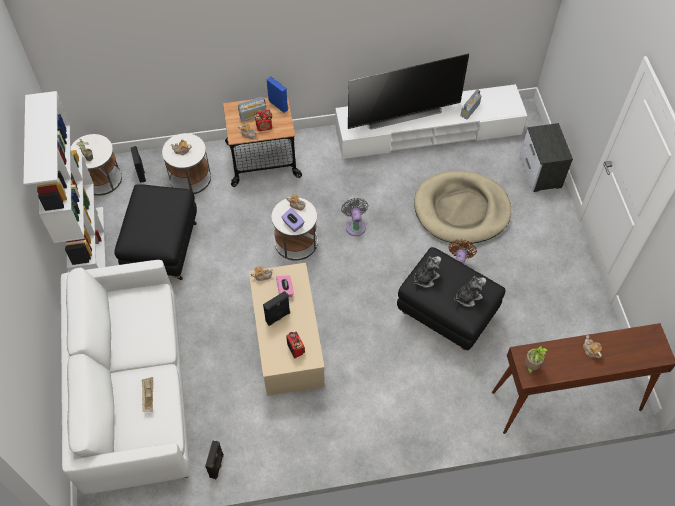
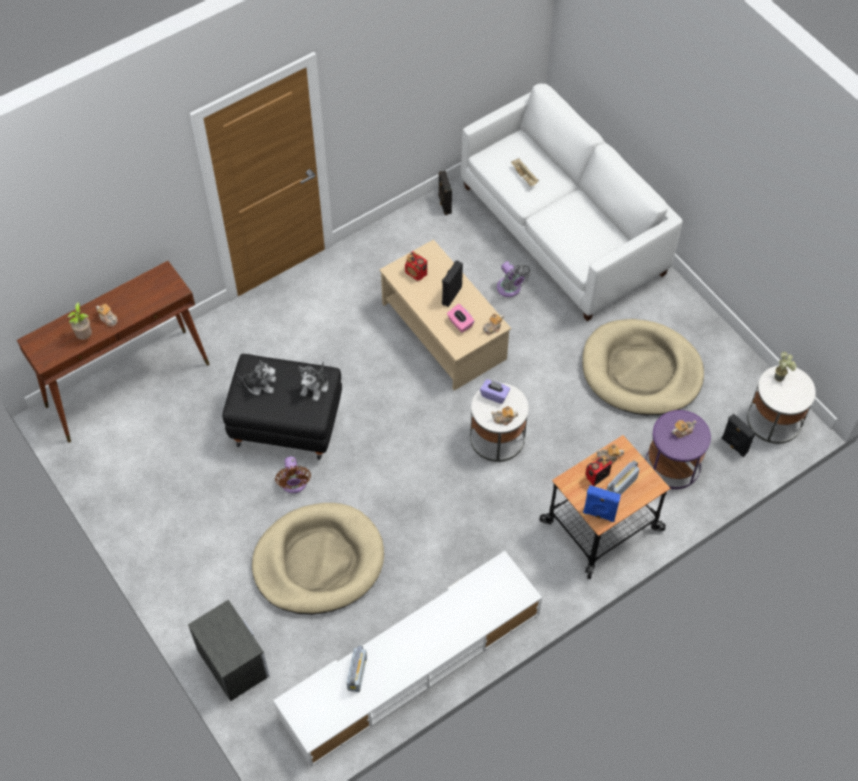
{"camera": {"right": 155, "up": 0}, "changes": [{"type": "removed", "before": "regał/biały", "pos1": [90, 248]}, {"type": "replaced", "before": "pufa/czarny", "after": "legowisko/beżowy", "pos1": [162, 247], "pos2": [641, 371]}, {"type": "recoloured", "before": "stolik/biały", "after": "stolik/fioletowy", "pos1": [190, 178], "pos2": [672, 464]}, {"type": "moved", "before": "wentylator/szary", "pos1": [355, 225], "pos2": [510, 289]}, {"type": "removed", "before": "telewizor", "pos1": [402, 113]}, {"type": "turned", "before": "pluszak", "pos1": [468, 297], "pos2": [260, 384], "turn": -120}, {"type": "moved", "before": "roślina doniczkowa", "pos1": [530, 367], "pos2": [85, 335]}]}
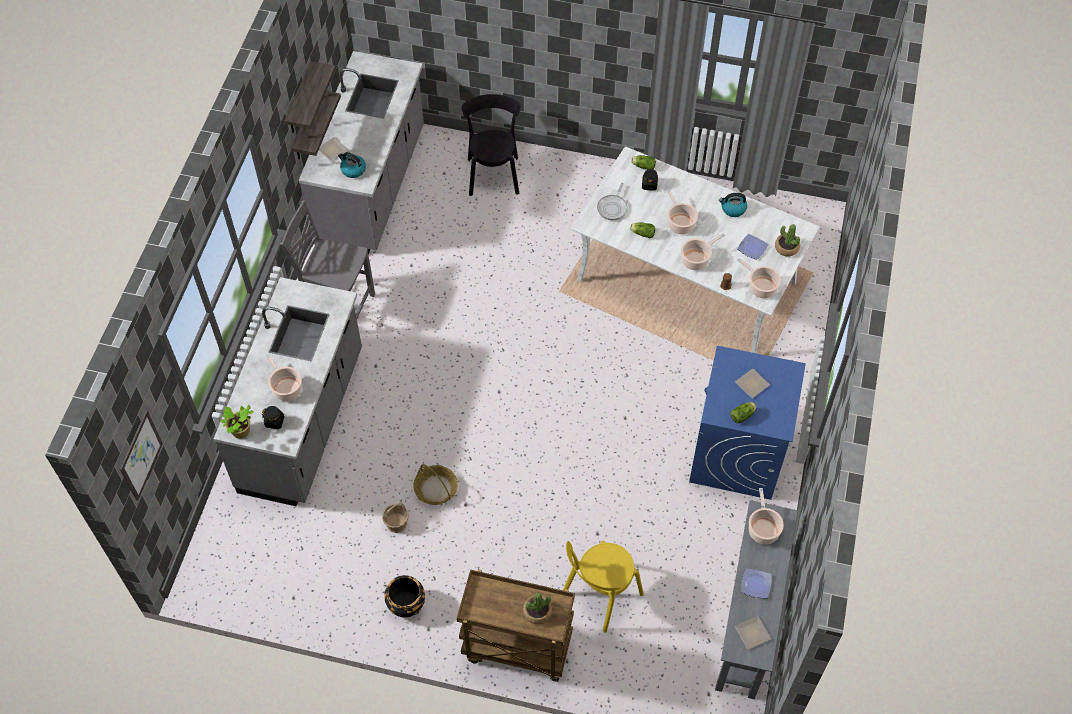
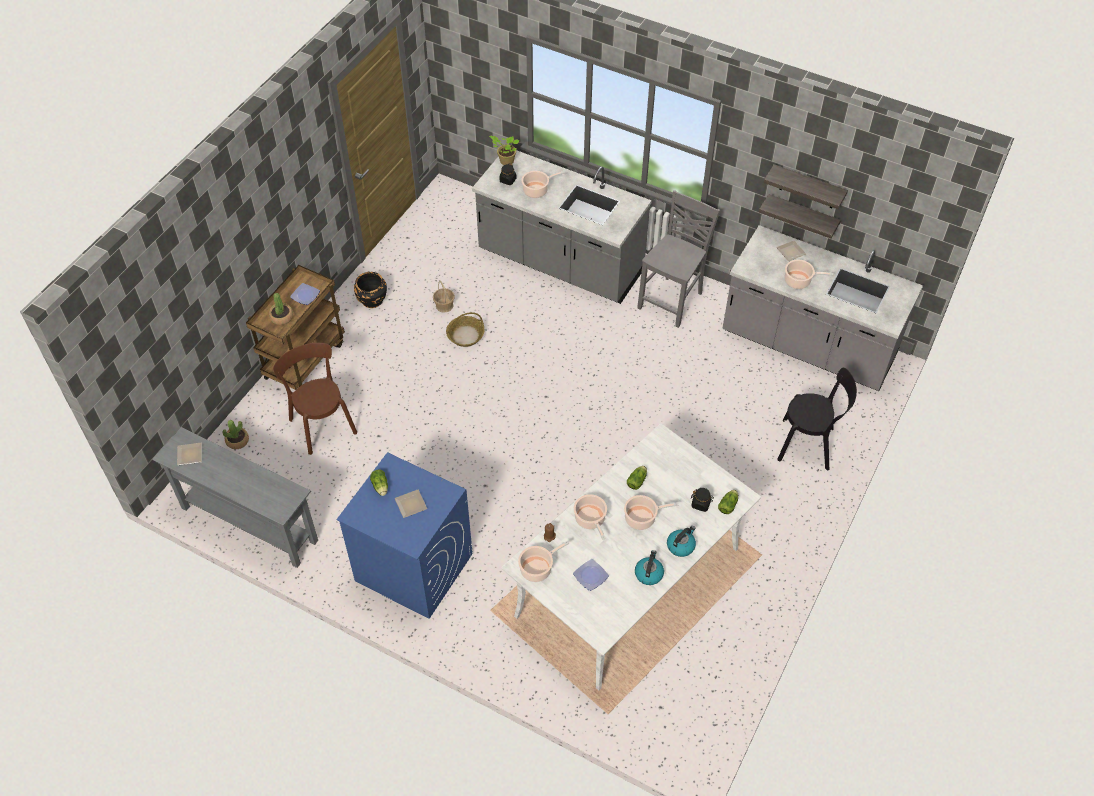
{"camera": {"right": 105, "up": -5}, "changes": [{"type": "removed", "before": "obraz", "pos1": [141, 455]}, {"type": "moved", "before": "czajnik", "pos1": [353, 170], "pos2": [681, 545]}, {"type": "recoloured", "before": "krzesło/żółty", "after": "krzesło/brązowy", "pos1": [599, 596], "pos2": [322, 423]}, {"type": "removed", "before": "patelnia", "pos1": [613, 207]}, {"type": "moved", "before": "talerz", "pos1": [755, 584], "pos2": [306, 295]}, {"type": "moved", "before": "garnek", "pos1": [763, 529], "pos2": [799, 281]}, {"type": "moved", "before": "roślina doniczkowa", "pos1": [786, 248], "pos2": [237, 441]}]}
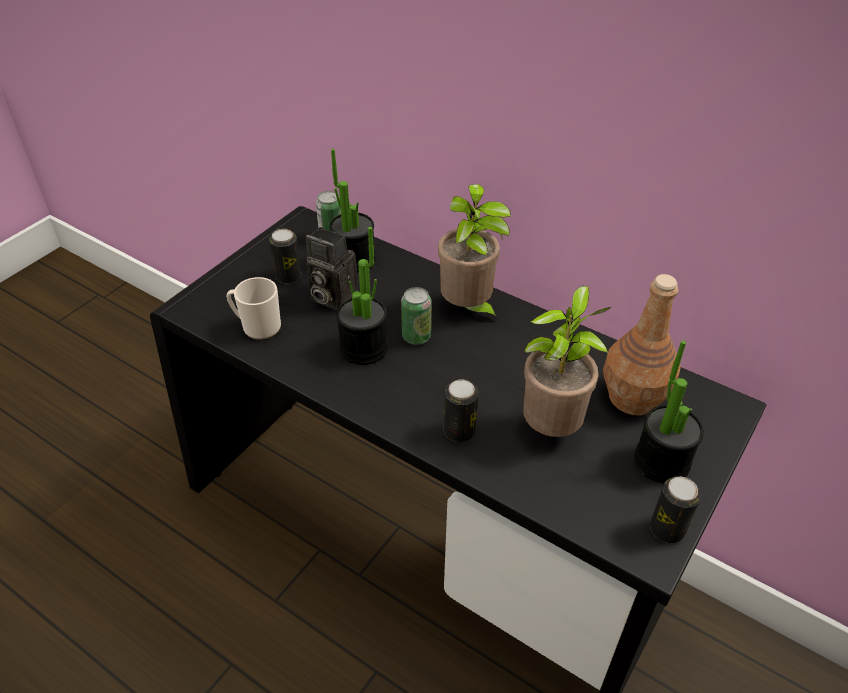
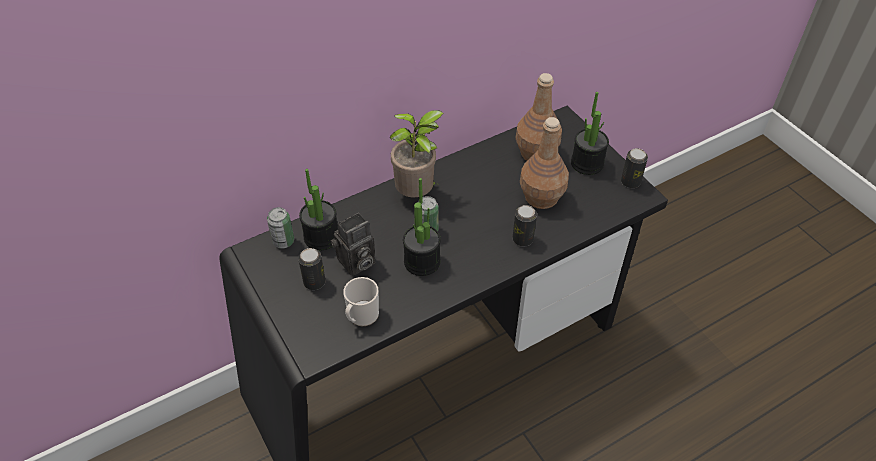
{"camera": {"right": -65, "up": 5}, "changes": [{"type": "replaced", "before": "roślina doniczkowa", "after": "butelka/brązowy", "pos1": [552, 427], "pos2": [541, 196]}]}
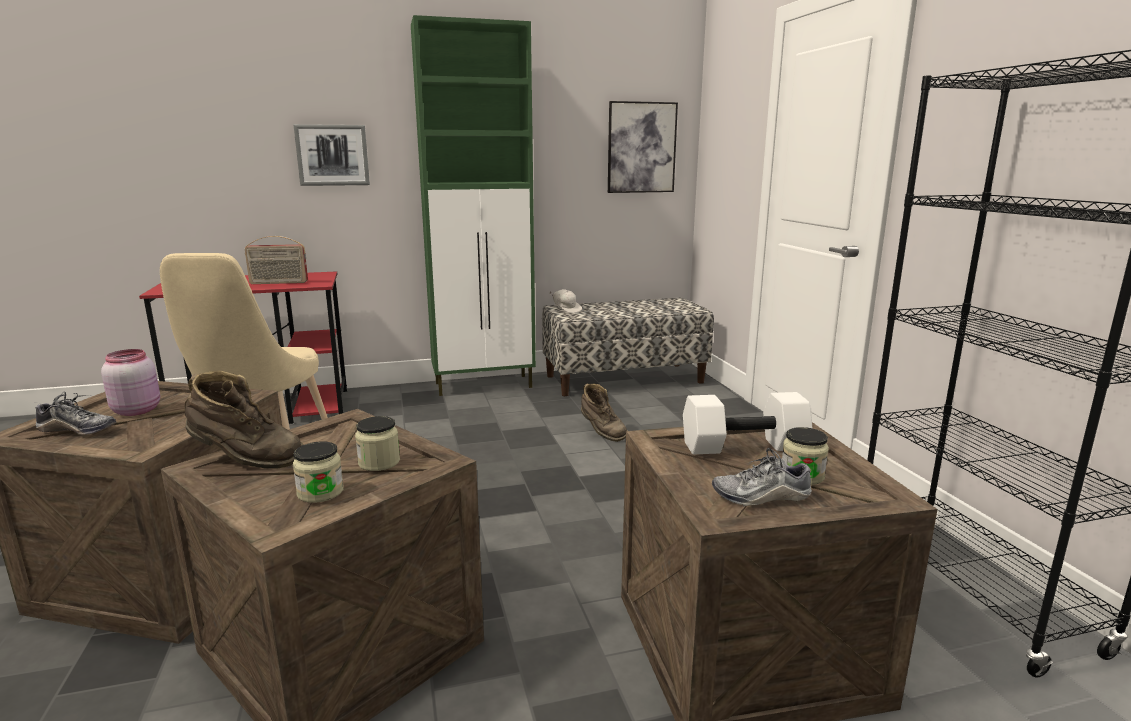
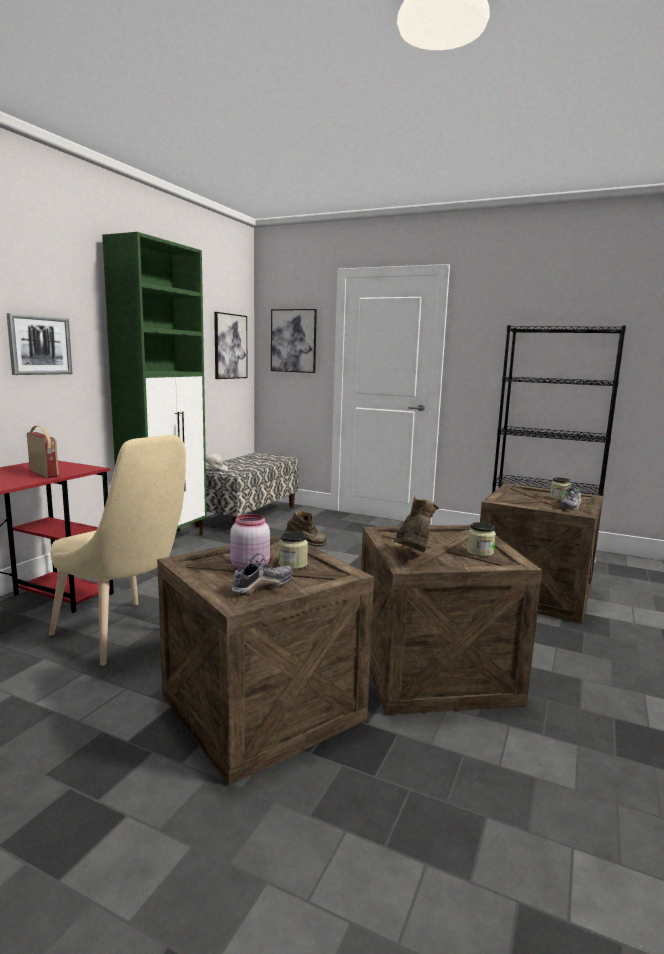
{"camera": {"right": -50, "up": -5}, "changes": [{"type": "turned", "before": "but z cholewką/brązowy", "pos1": [246, 461], "pos2": [412, 557], "turn": -45}, {"type": "turned", "before": "radio", "pos1": [278, 283], "pos2": [44, 473], "turn": -75}, {"type": "moved", "before": "słoik", "pos1": [379, 462], "pos2": [293, 564]}, {"type": "removed", "before": "hantel/biały", "pos1": [744, 445]}, {"type": "added", "after": "obraz", "pos2": [293, 341]}]}
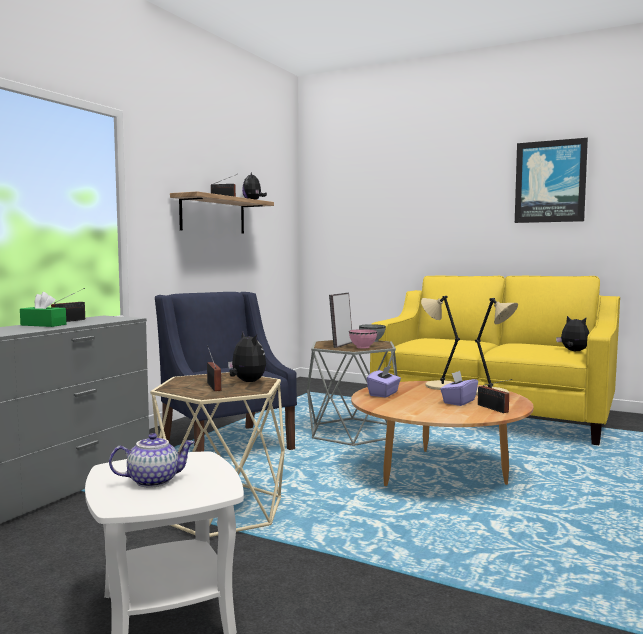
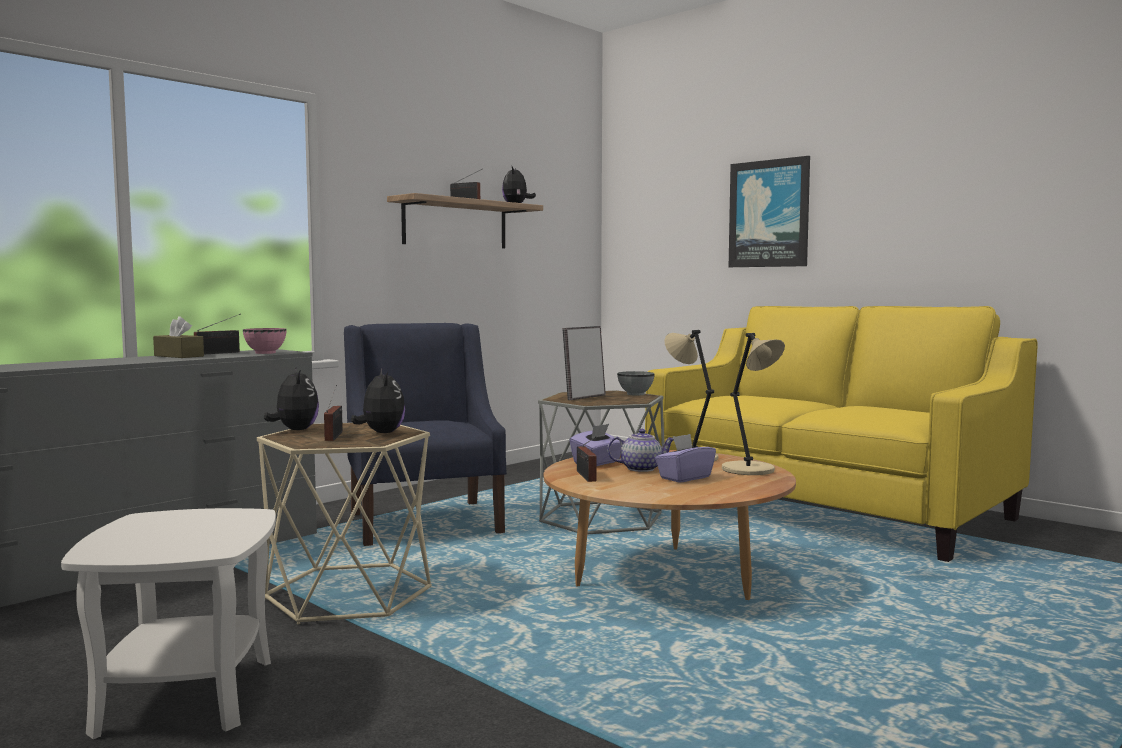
{"camera": {"right": 15, "up": 0}, "changes": [{"type": "recoloured", "before": "pudełko chusteczek/zielony", "after": "pudełko chusteczek/brązowy", "pos1": [43, 325], "pos2": [179, 356]}, {"type": "moved", "before": "imbryk", "pos1": [154, 481], "pos2": [641, 468]}, {"type": "moved", "before": "miska/różowy", "pos1": [363, 347], "pos2": [265, 353]}, {"type": "moved", "before": "radio", "pos1": [494, 409], "pos2": [586, 477]}, {"type": "moved", "before": "obraz", "pos1": [550, 181], "pos2": [769, 214]}, {"type": "moved", "before": "pluszak", "pos1": [573, 351], "pos2": [295, 430]}]}
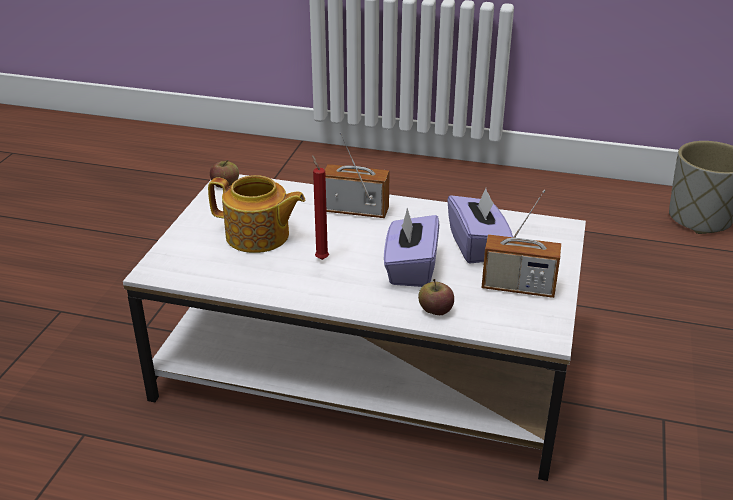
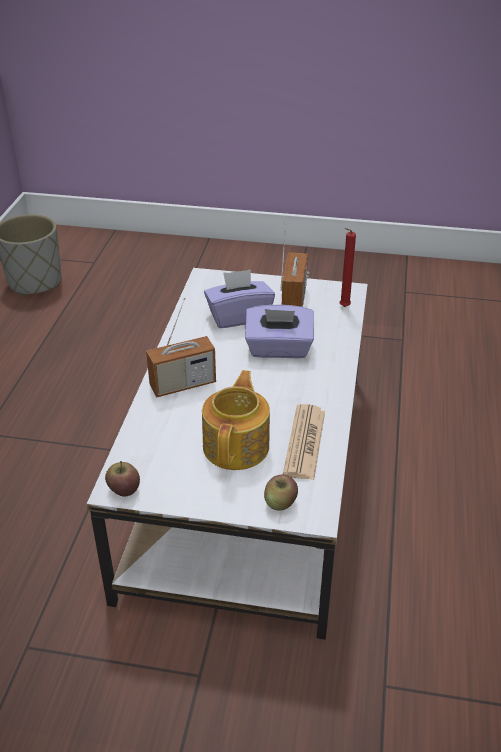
{"camera": {"right": -95, "up": 5}, "changes": [{"type": "moved", "before": "świeca/czerwony", "pos1": [321, 258], "pos2": [343, 307]}, {"type": "turned", "before": "radio", "pos1": [356, 211], "pos2": [183, 384], "turn": -120}, {"type": "moved", "before": "jabłko", "pos1": [435, 310], "pos2": [280, 503]}, {"type": "added", "after": "gazeta", "pos2": [304, 442]}]}
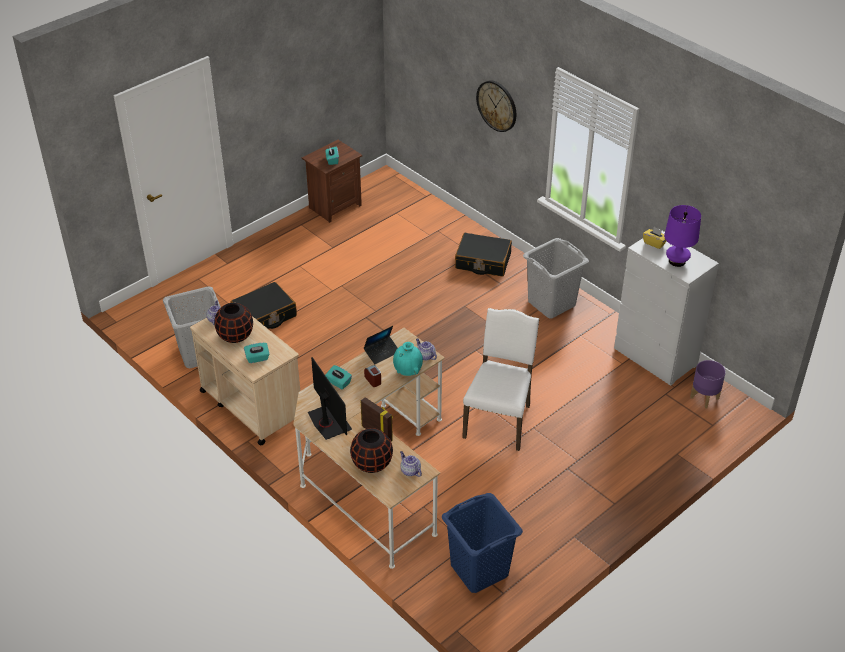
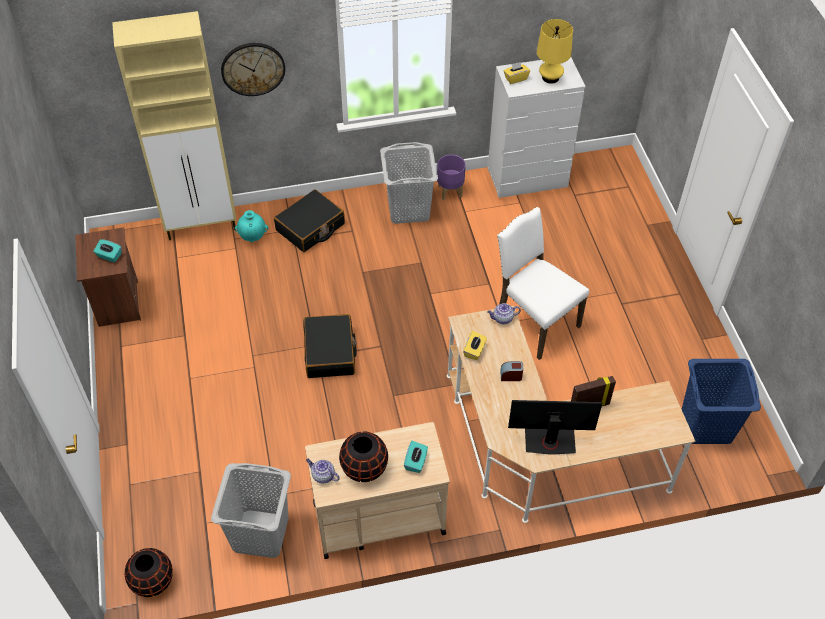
{"camera": {"right": -60, "up": 10}, "changes": [{"type": "moved", "before": "walizka/czarny", "pos1": [264, 316], "pos2": [330, 352]}, {"type": "removed", "before": "pudełko chusteczek/turkusowy", "pos1": [338, 383]}, {"type": "moved", "before": "wazon/czarny", "pos1": [372, 464], "pos2": [152, 581]}, {"type": "replaced", "before": "laptop", "after": "pudełko chusteczek/żółty", "pos1": [382, 352], "pos2": [474, 351]}, {"type": "moved", "before": "wazon/turkusowy", "pos1": [408, 372], "pos2": [253, 237]}, {"type": "removed", "before": "imbryk", "pos1": [410, 471]}, {"type": "recoloured", "before": "lampa stołowa/fioletowy", "after": "lampa stołowa/żółty", "pos1": [677, 261], "pos2": [550, 77]}, {"type": "moved", "before": "donica/fioletowy", "pos1": [704, 398], "pos2": [449, 191]}, {"type": "added", "after": "szafka/beżowy", "pos2": [202, 224]}]}
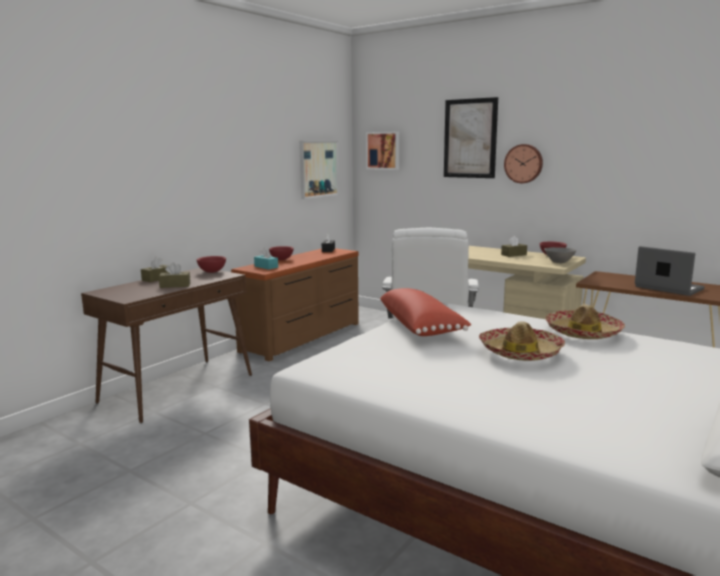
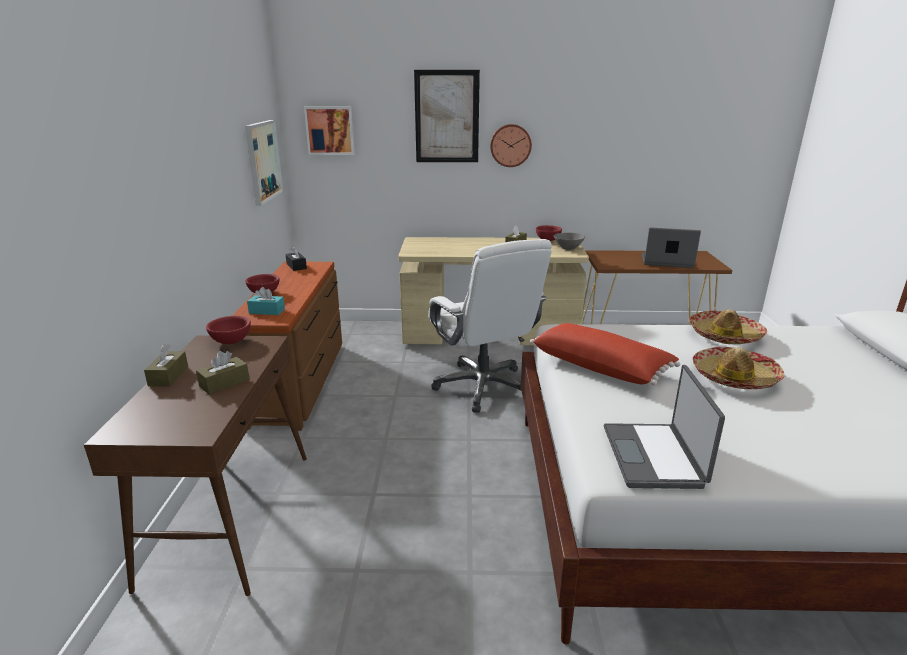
{"camera": {"right": -35, "up": 10}, "changes": [{"type": "added", "after": "laptop", "pos2": [654, 457]}]}
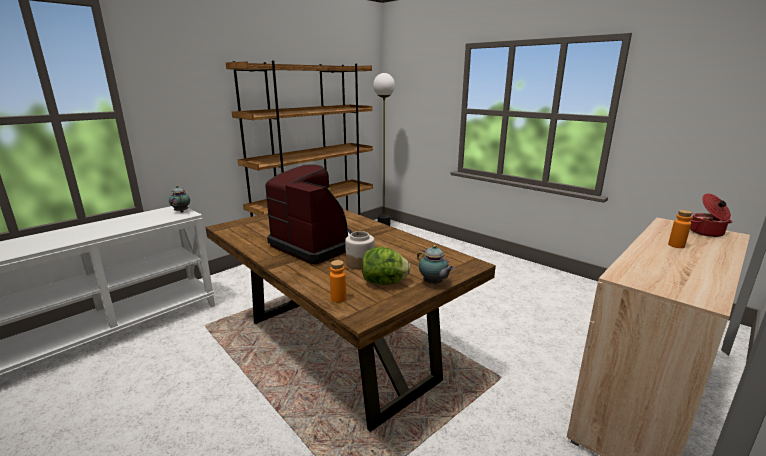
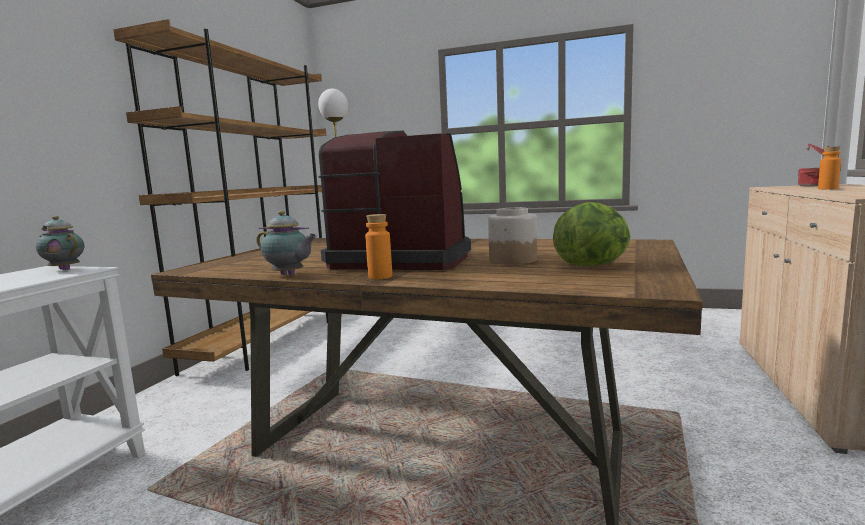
{"camera": {"right": -25, "up": -10}, "changes": [{"type": "moved", "before": "butelka/pomarańczowy", "pos1": [338, 299], "pos2": [380, 277]}, {"type": "moved", "before": "imbryk", "pos1": [433, 283], "pos2": [289, 275]}]}
